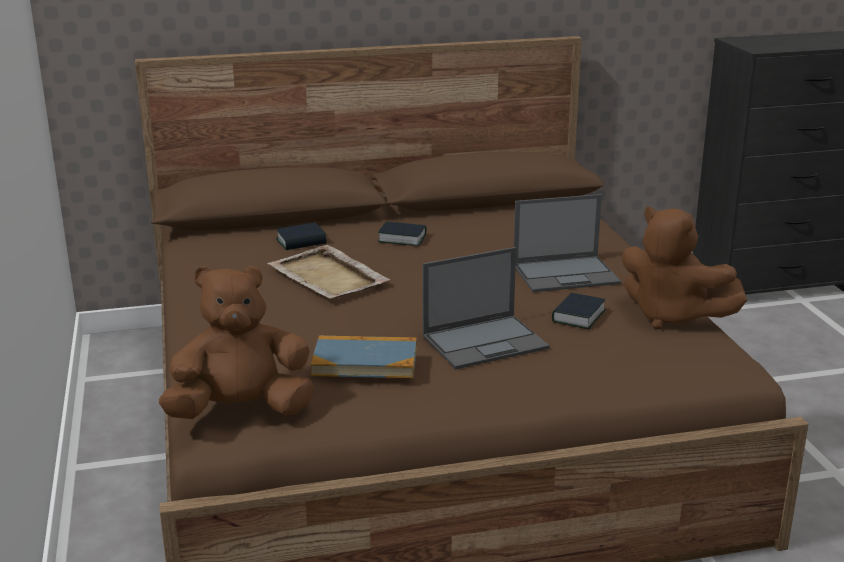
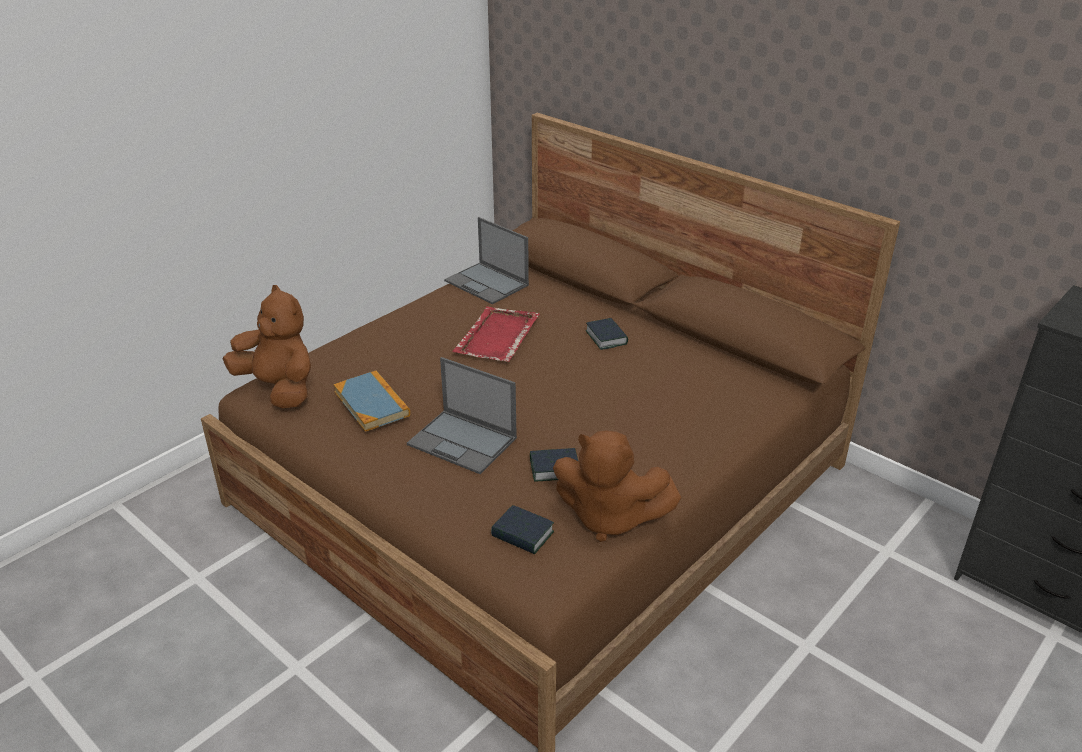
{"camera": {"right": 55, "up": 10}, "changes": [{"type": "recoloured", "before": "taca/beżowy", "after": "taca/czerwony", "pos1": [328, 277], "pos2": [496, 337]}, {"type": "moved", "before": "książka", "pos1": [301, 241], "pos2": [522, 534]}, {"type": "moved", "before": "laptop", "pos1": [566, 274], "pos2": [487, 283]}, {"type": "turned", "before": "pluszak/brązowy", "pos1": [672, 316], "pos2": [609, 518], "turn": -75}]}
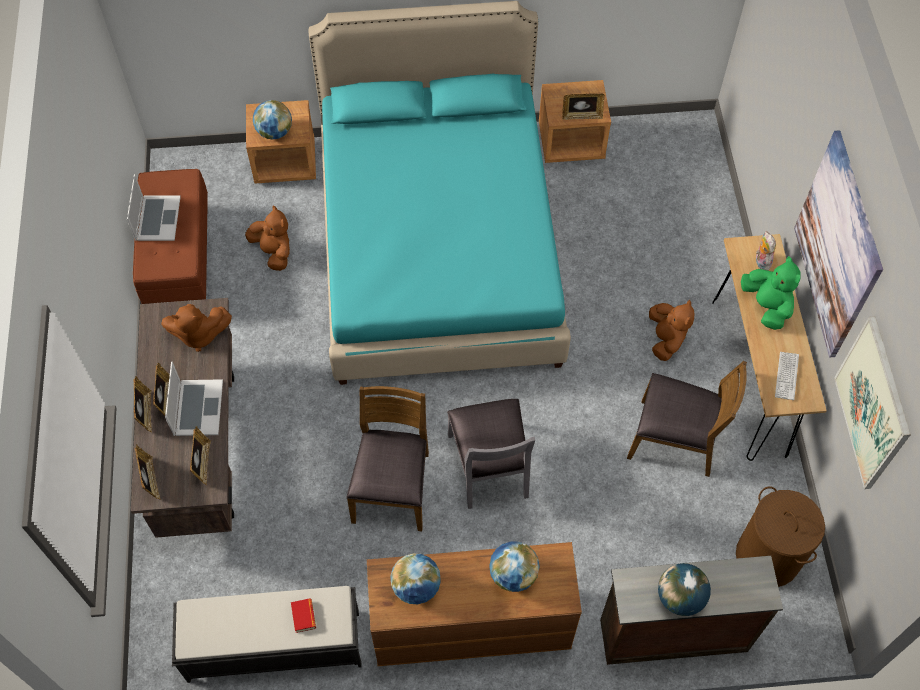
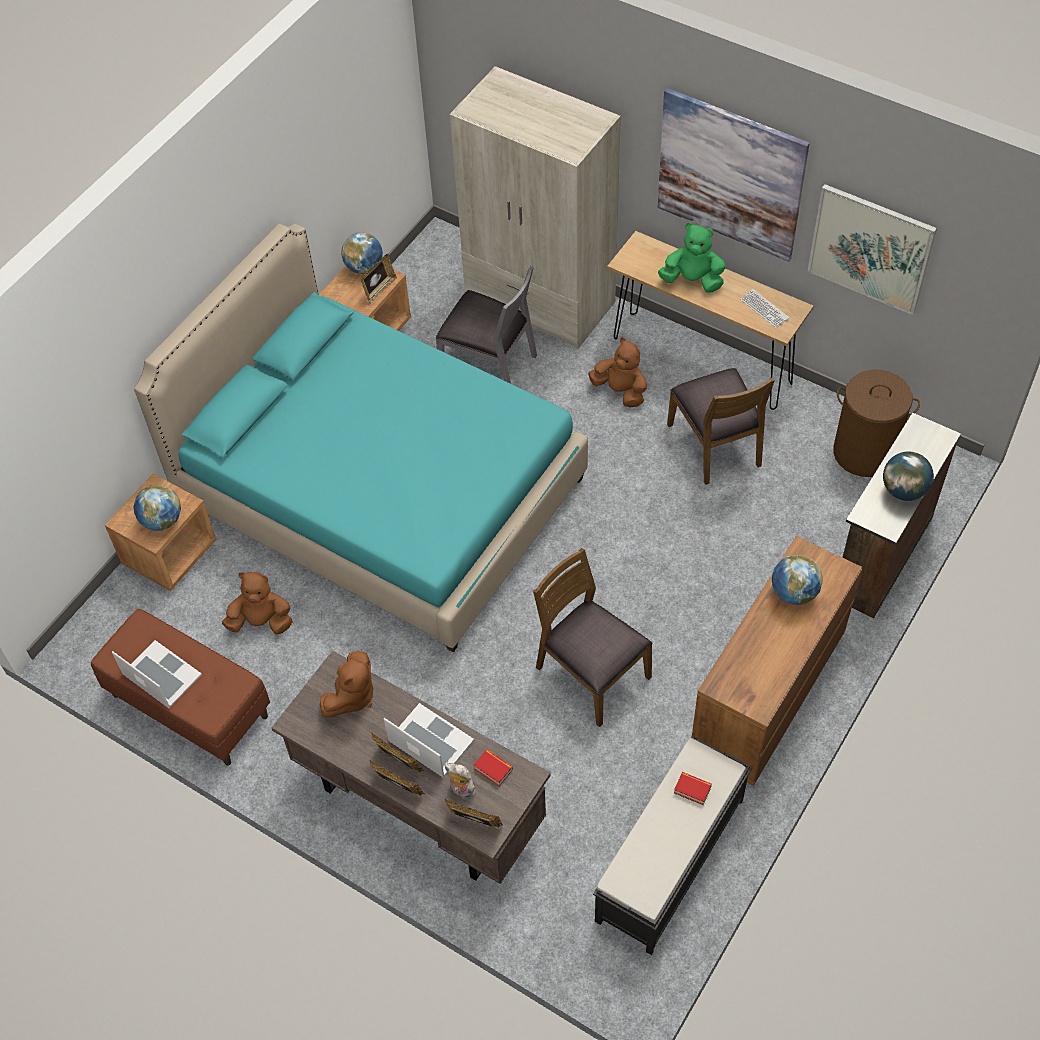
{"camera": {"right": -50, "up": -5}, "changes": [{"type": "replaced", "before": "ramka na zdjęcie", "after": "książka", "pos1": [203, 463], "pos2": [493, 769]}, {"type": "moved", "before": "globus", "pos1": [416, 587], "pos2": [364, 267]}, {"type": "moved", "before": "krzesło/szary", "pos1": [490, 466], "pos2": [489, 363]}, {"type": "turned", "before": "krzesło/brązowy", "pos1": [675, 439], "pos2": [716, 444], "turn": 105}, {"type": "moved", "before": "pluszak", "pos1": [761, 261], "pos2": [461, 790]}, {"type": "added", "after": "szafa/beżowy", "pos2": [540, 301]}]}
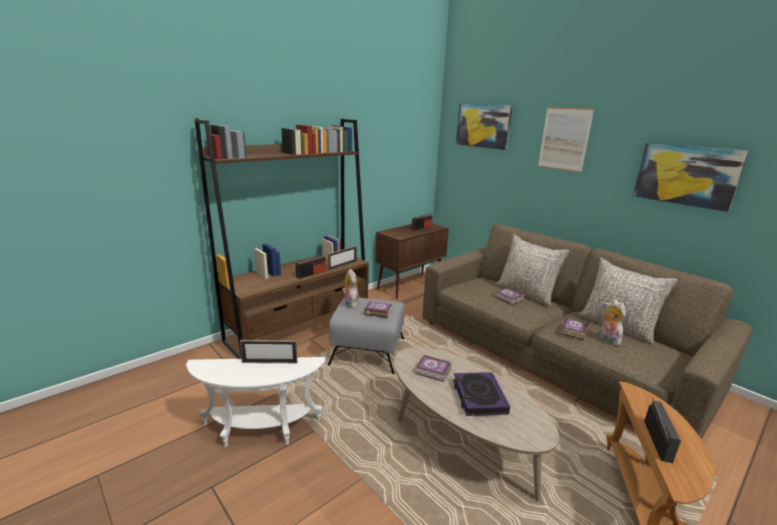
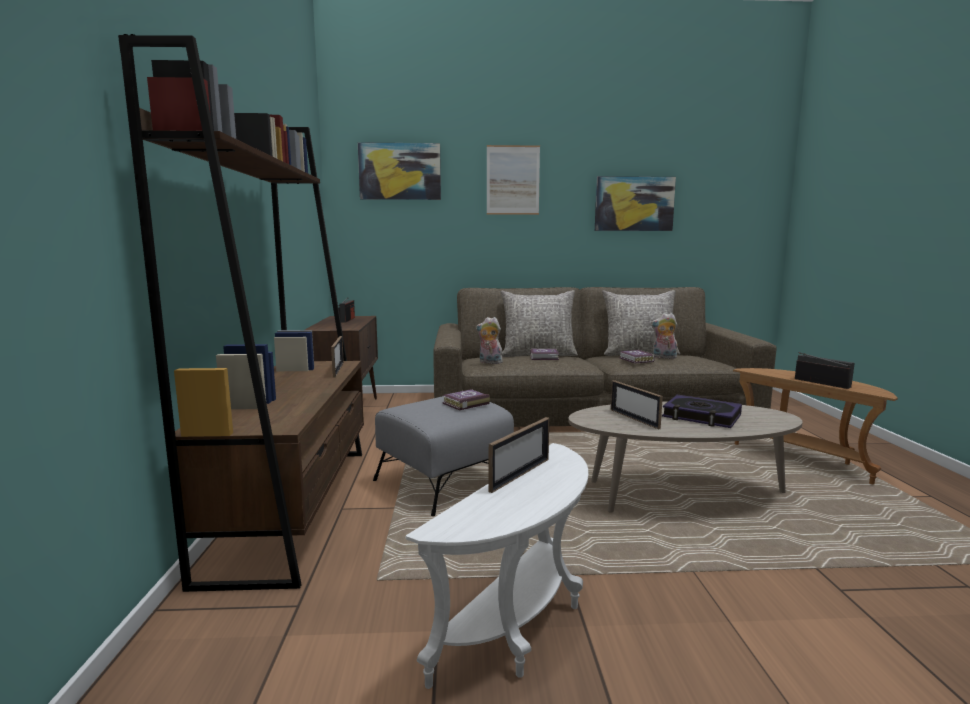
{"camera": {"right": -50, "up": -10}, "changes": [{"type": "removed", "before": "radio", "pos1": [311, 274]}, {"type": "moved", "before": "pluszak", "pos1": [350, 304], "pos2": [489, 362]}, {"type": "replaced", "before": "książka", "after": "ramka na zdjęcie", "pos1": [433, 371], "pos2": [634, 419]}]}
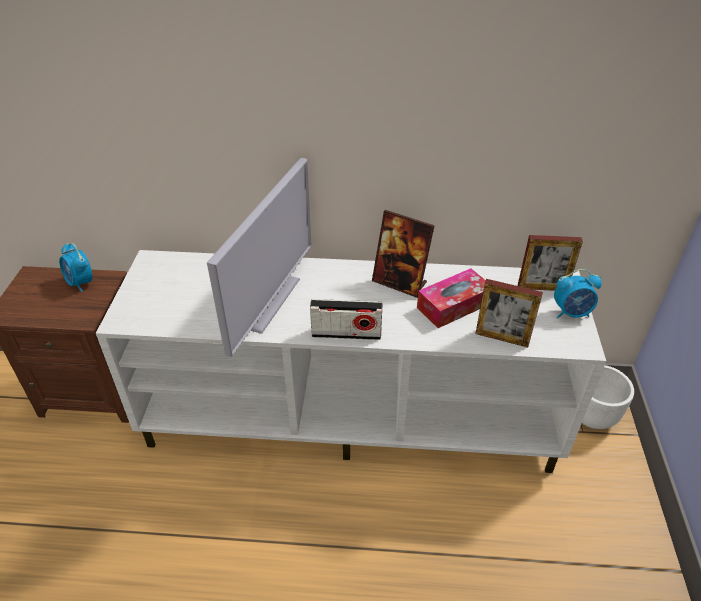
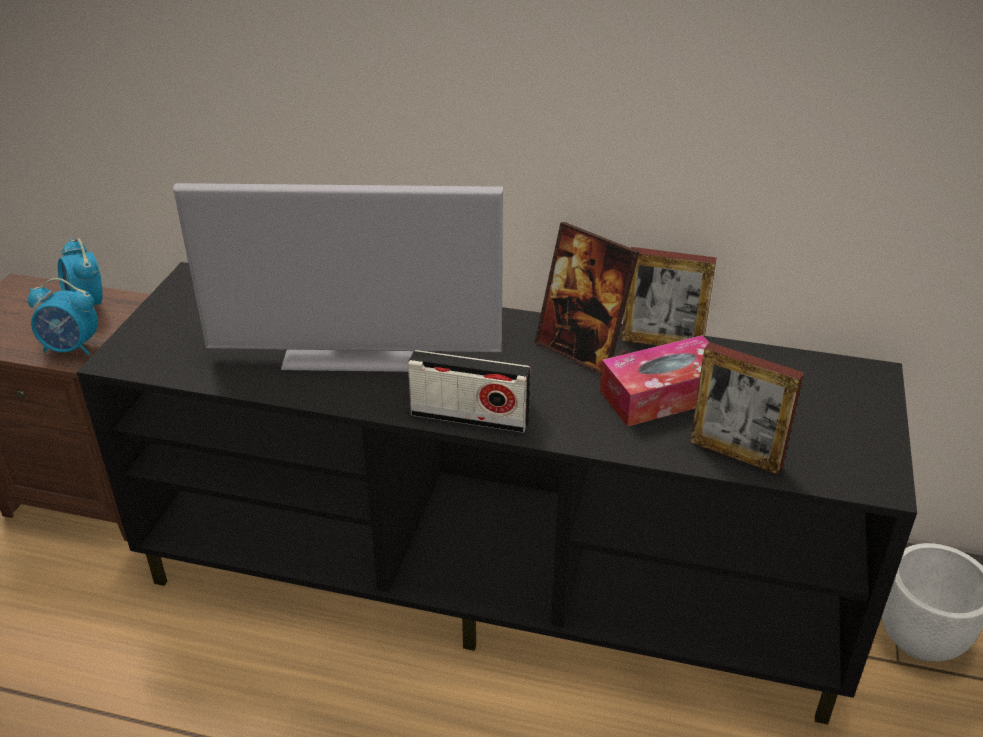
{"camera": {"right": 10, "up": -5}, "changes": [{"type": "recoloured", "before": "szafka pod telewizor/biały", "after": "szafka pod telewizor/czarny", "pos1": [351, 416], "pos2": [493, 581]}, {"type": "turned", "before": "telewizor", "pos1": [267, 301], "pos2": [356, 355], "turn": 60}, {"type": "moved", "before": "ramka na zdjęcie", "pos1": [542, 287], "pos2": [662, 343]}, {"type": "moved", "before": "budzik", "pos1": [571, 313], "pos2": [72, 348]}]}
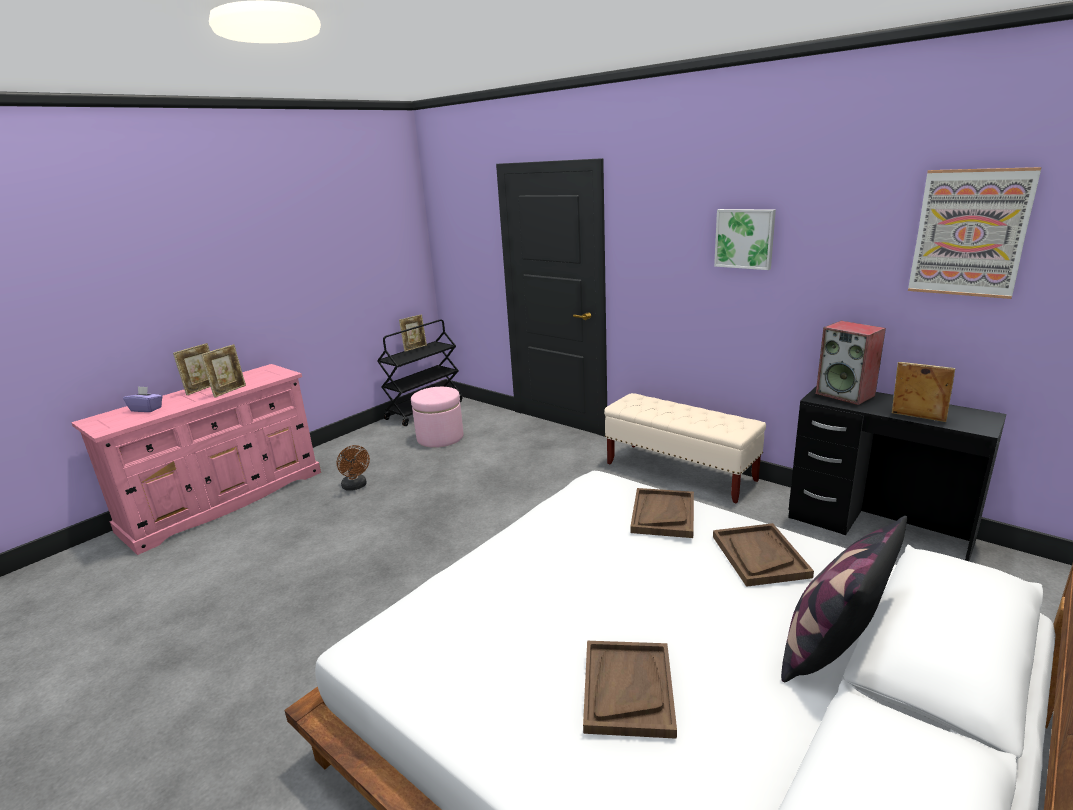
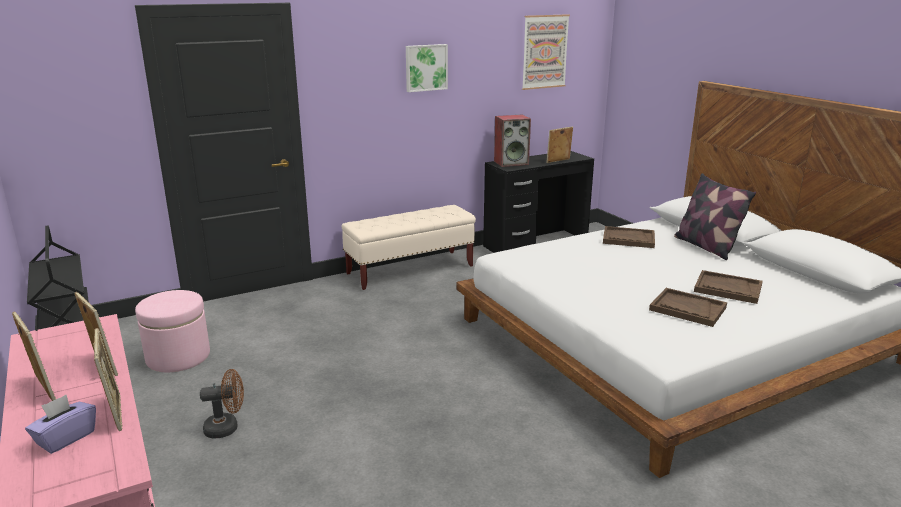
{"camera": {"right": -70, "up": 0}, "changes": [{"type": "moved", "before": "ramka na zdjęcie", "pos1": [415, 348], "pos2": [115, 413]}, {"type": "moved", "before": "taca/brązowy", "pos1": [663, 514], "pos2": [687, 309]}]}
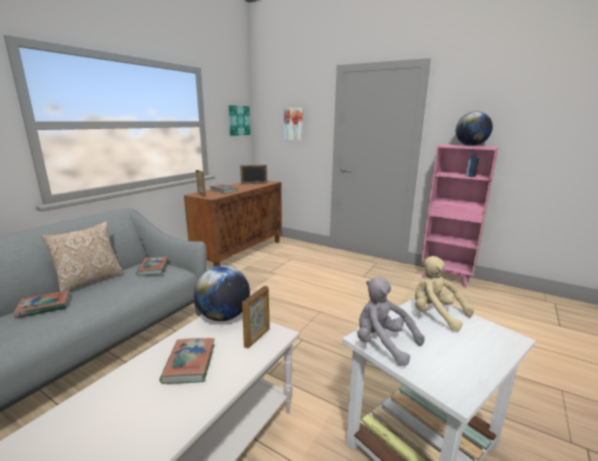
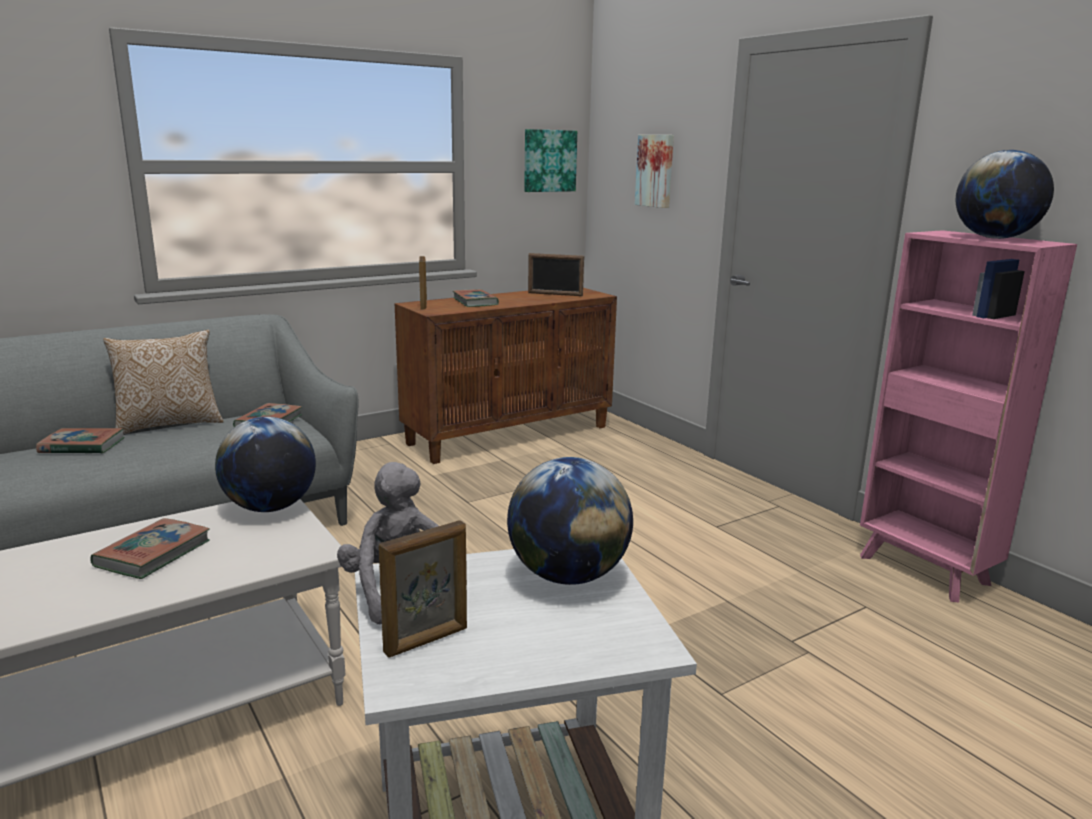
{"camera": {"right": 25, "up": 0}, "changes": [{"type": "moved", "before": "ramka na zdjęcie", "pos1": [257, 337], "pos2": [427, 641]}, {"type": "replaced", "before": "pluszak/beżowy", "after": "globus", "pos1": [435, 314], "pos2": [568, 576]}]}
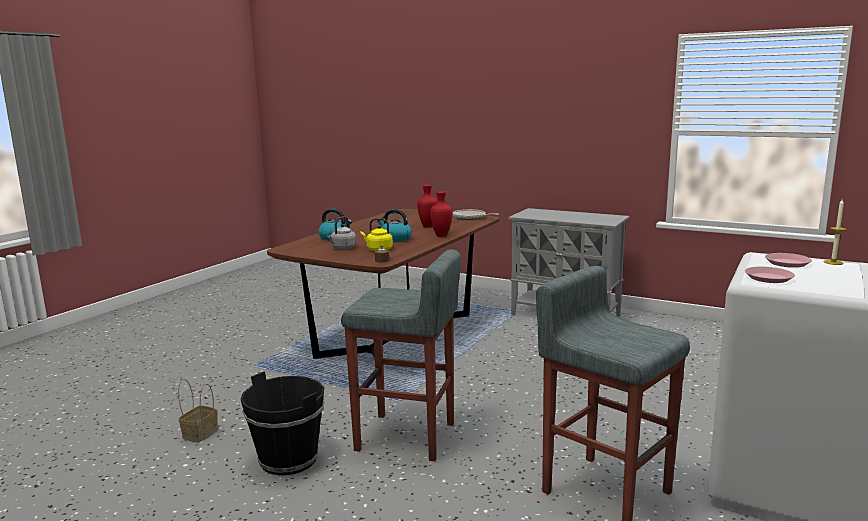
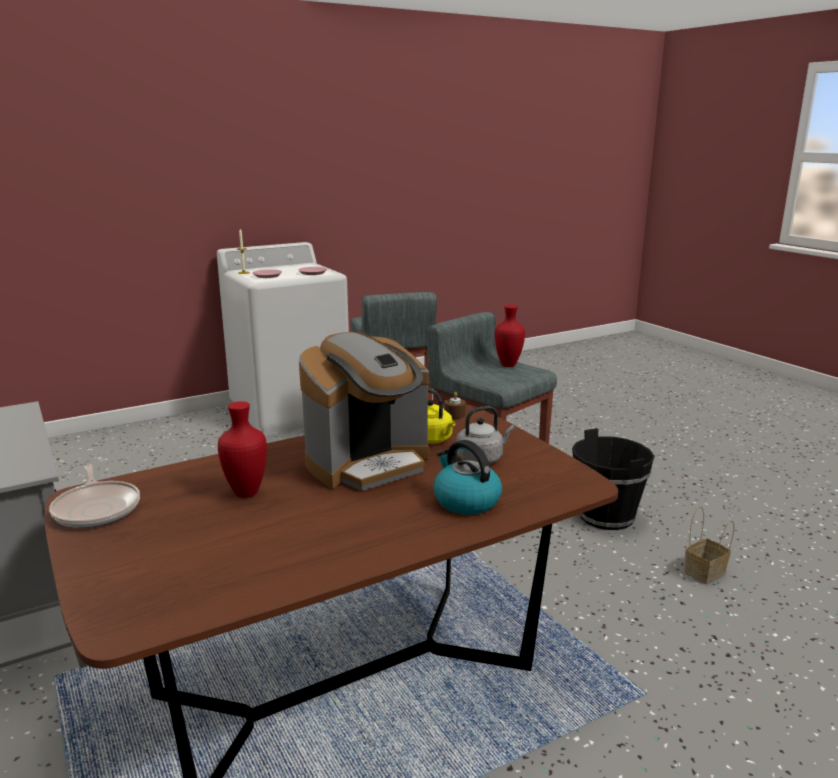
{"camera": {"right": -150, "up": 5}, "changes": [{"type": "replaced", "before": "czajnik", "after": "ekspres do kawy", "pos1": [395, 239], "pos2": [368, 464]}, {"type": "moved", "before": "wazon/czerwony", "pos1": [440, 236], "pos2": [509, 365]}]}
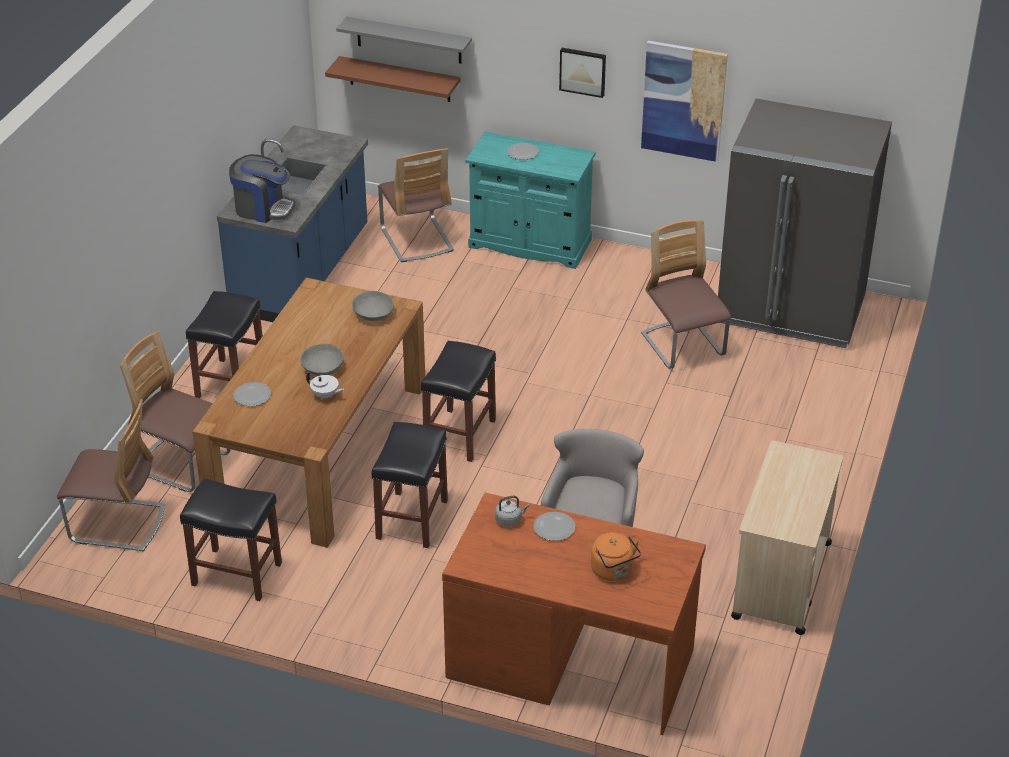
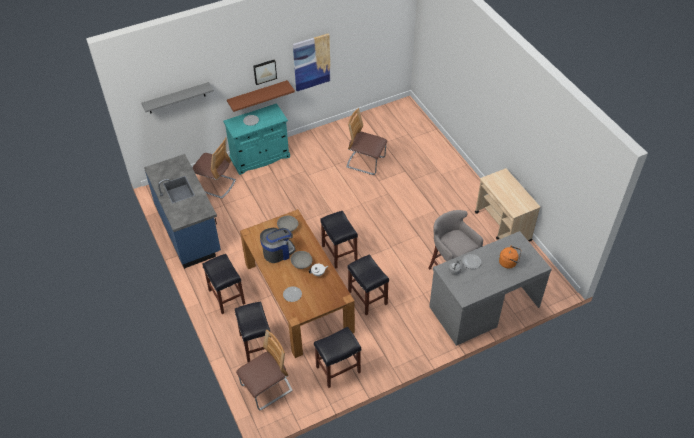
{"camera": {"right": -45, "up": 10}, "changes": [{"type": "replaced", "before": "krzesło", "after": "stołek/czarny", "pos1": [182, 464], "pos2": [256, 344]}, {"type": "moved", "before": "ekspres do kawy", "pos1": [263, 208], "pos2": [278, 252]}, {"type": "moved", "before": "półka/brązowy", "pos1": [399, 79], "pos2": [258, 95]}, {"type": "recoloured", "before": "biurko/brązowy", "after": "biurko/szary", "pos1": [570, 662], "pos2": [483, 306]}, {"type": "removed", "before": "lodówka/szary", "pos1": [791, 309]}]}
